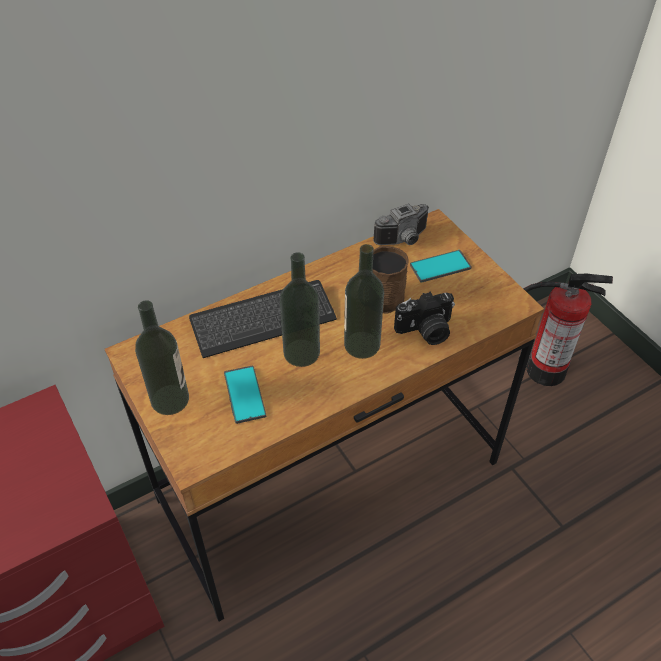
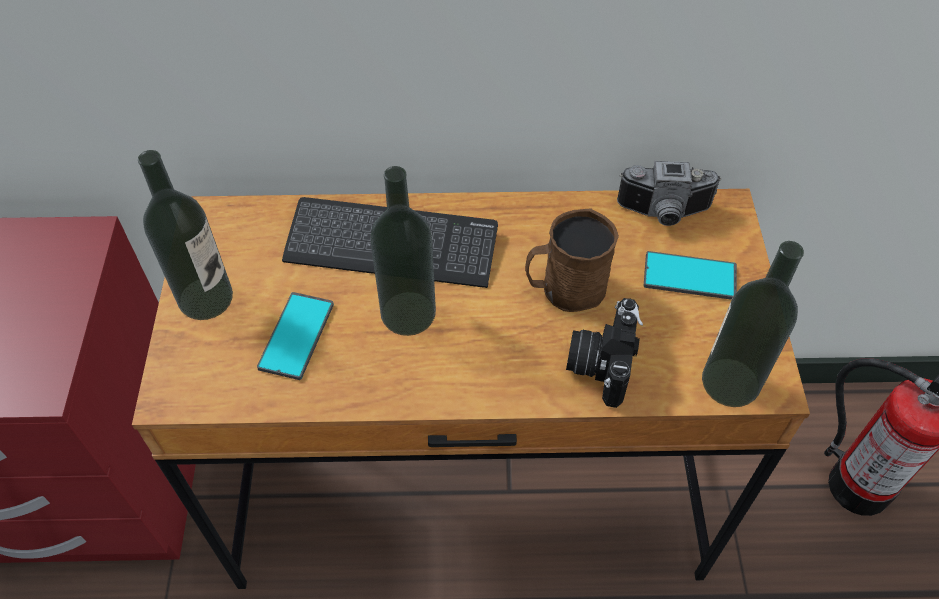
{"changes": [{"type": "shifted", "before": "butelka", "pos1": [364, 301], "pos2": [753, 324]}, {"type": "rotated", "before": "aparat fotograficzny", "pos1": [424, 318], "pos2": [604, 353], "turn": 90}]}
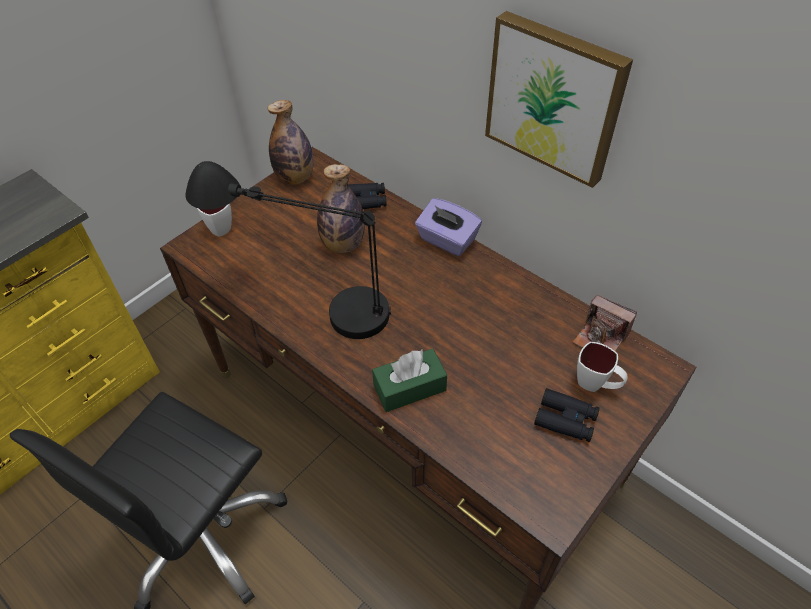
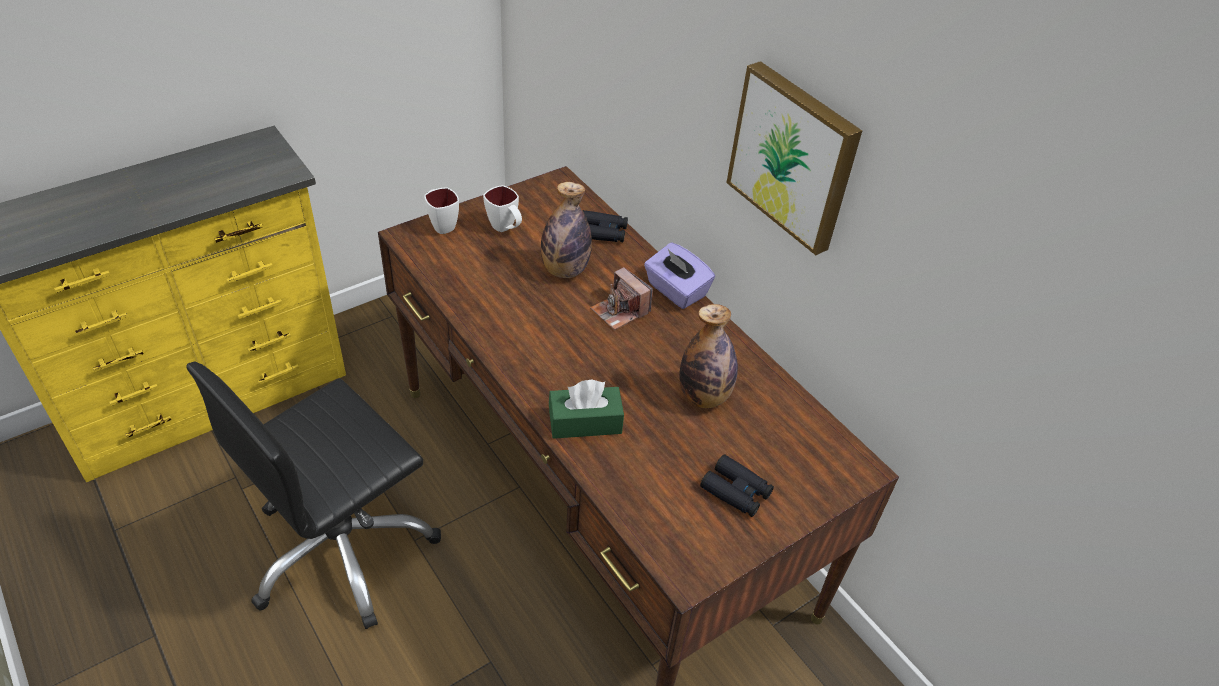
{"changes": [{"type": "shifted", "before": "butelka", "pos1": [291, 142], "pos2": [708, 356]}, {"type": "gone", "before": "lampa stołowa [czarny]", "pos1": [288, 250]}, {"type": "shifted", "before": "aparat fotograficzny", "pos1": [605, 323], "pos2": [621, 298]}, {"type": "shifted", "before": "kubek [biały]", "pos1": [602, 367], "pos2": [502, 208]}]}
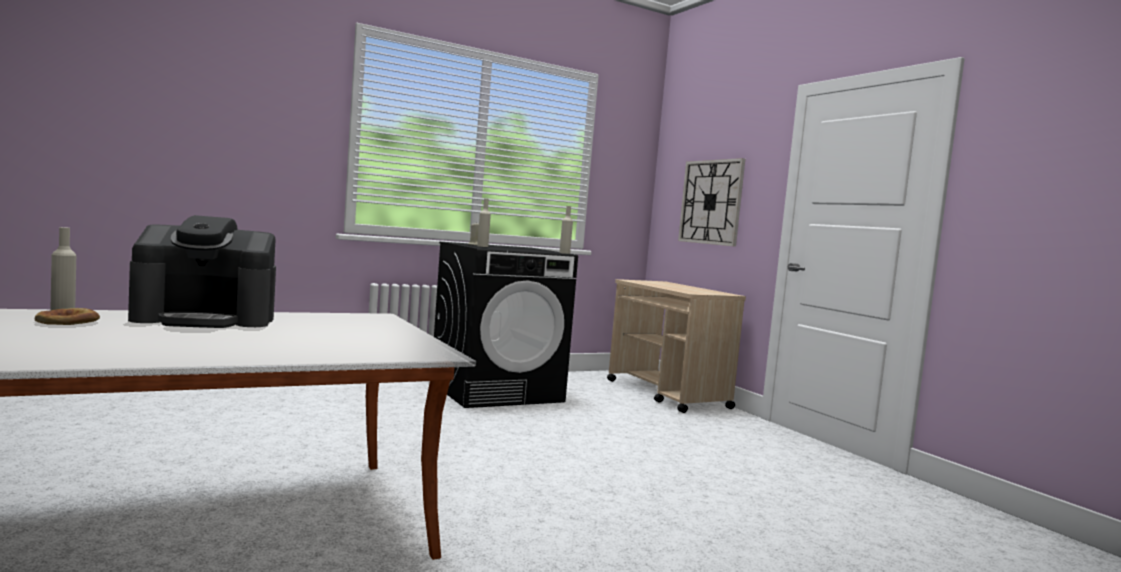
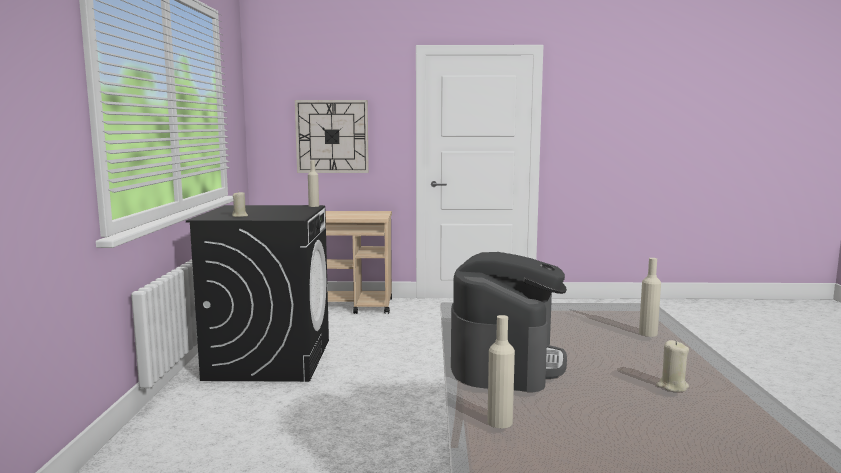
{"changes": [{"type": "shifted", "before": "butelka [beżowy]", "pos1": [484, 223], "pos2": [650, 297]}, {"type": "gone", "before": "chleb", "pos1": [67, 316]}, {"type": "new", "after": "świeca [beżowy]", "pos2": [672, 366]}]}
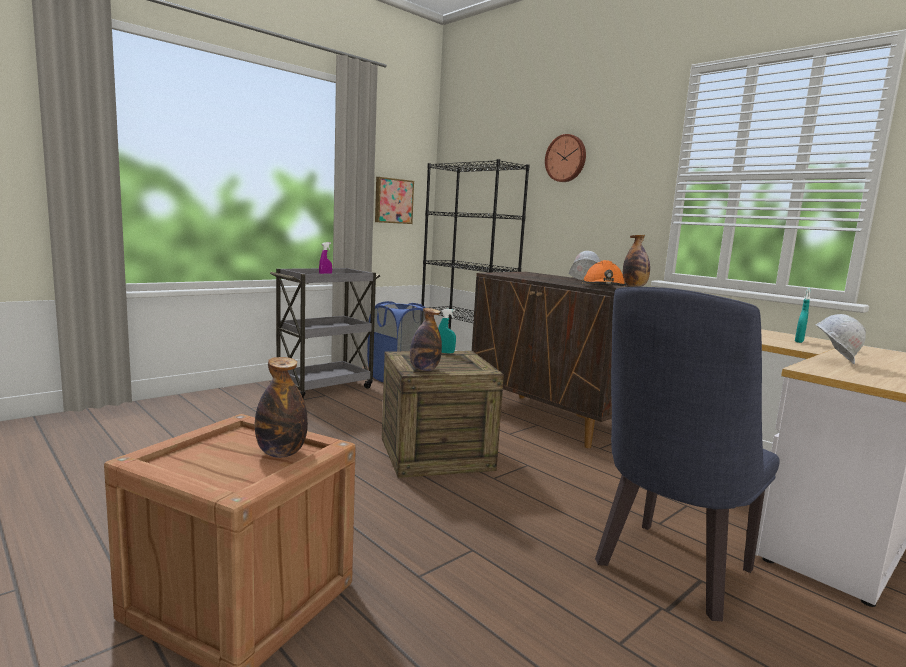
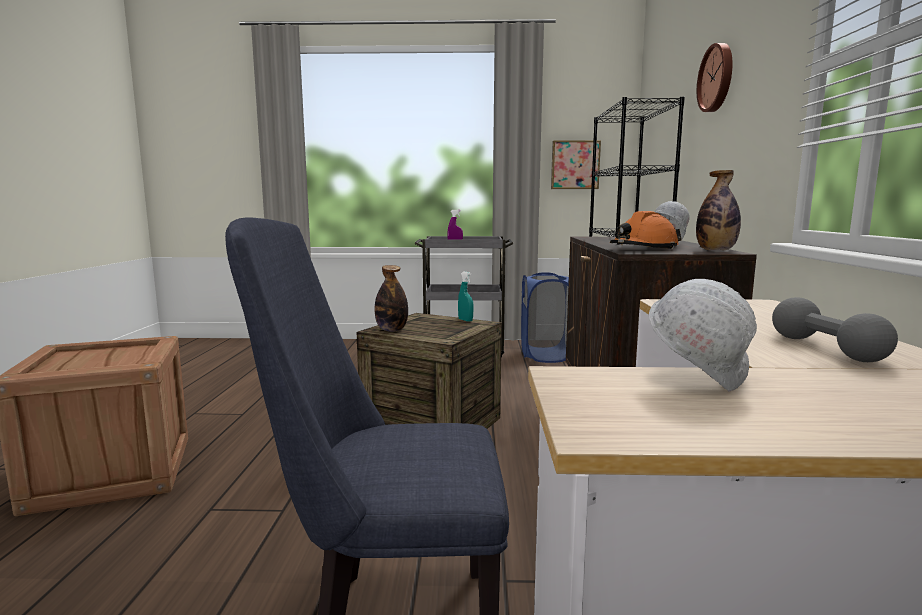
{"changes": [{"type": "swapped", "before": "spryskiwacz [turkusowy]", "after": "hantel [szary]", "pos1": [803, 315], "pos2": [835, 329]}, {"type": "gone", "before": "butelka", "pos1": [281, 407]}]}
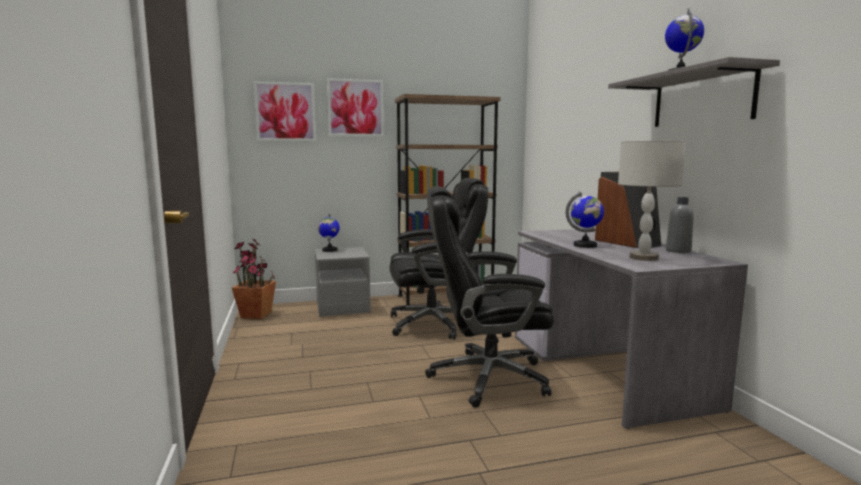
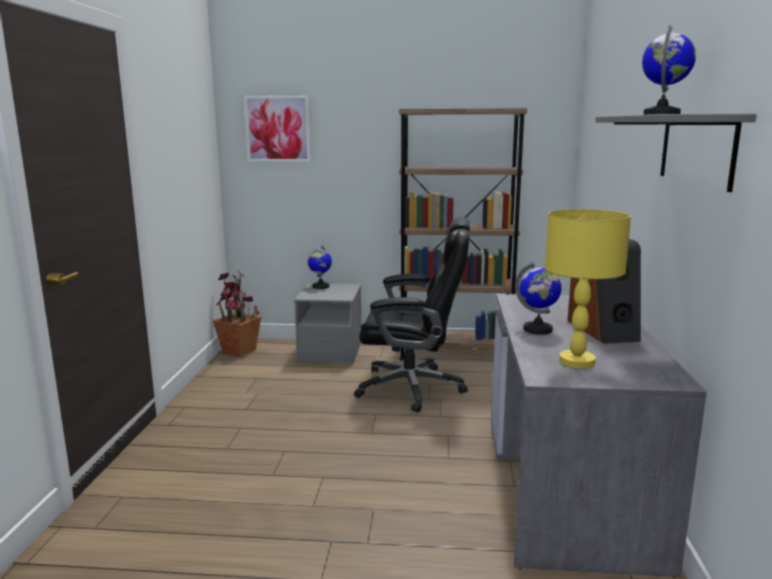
{"changes": [{"type": "gone", "before": "obraz", "pos1": [355, 107]}, {"type": "repainted", "before": "lampa stołowa [szary]", "after": "lampa stołowa [żółty]", "pos1": [652, 201], "pos2": [587, 288]}, {"type": "gone", "before": "krzesło biurowe [czarny]", "pos1": [489, 297]}, {"type": "gone", "before": "butelka [szary]", "pos1": [679, 225]}]}
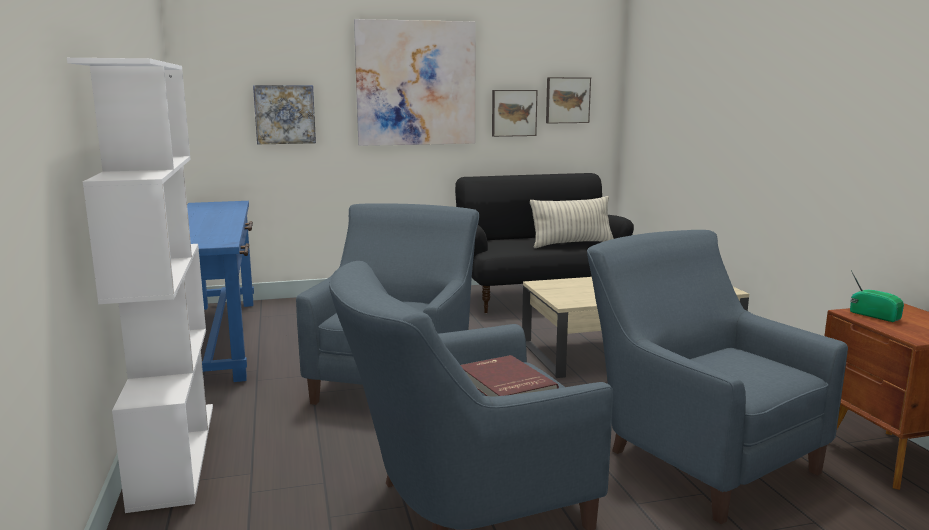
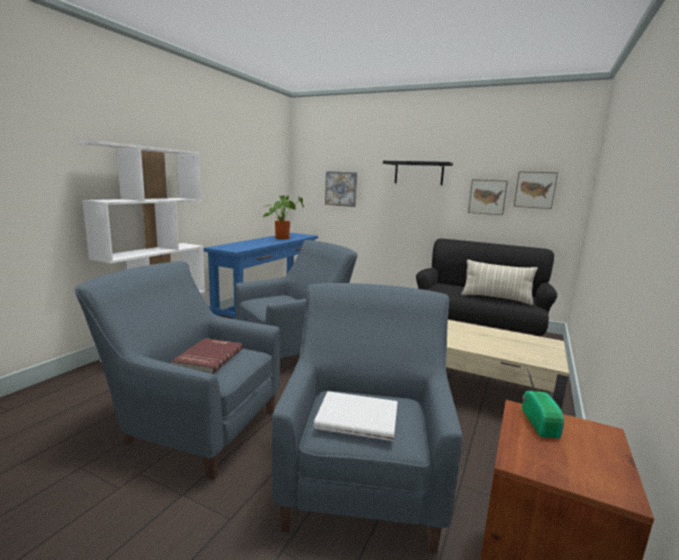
{"changes": [{"type": "swapped", "before": "obraz", "after": "półka [czarny]", "pos1": [415, 82], "pos2": [418, 173]}, {"type": "new", "after": "roślina doniczkowa", "pos2": [283, 217]}, {"type": "new", "after": "książka [biały]", "pos2": [356, 416]}]}
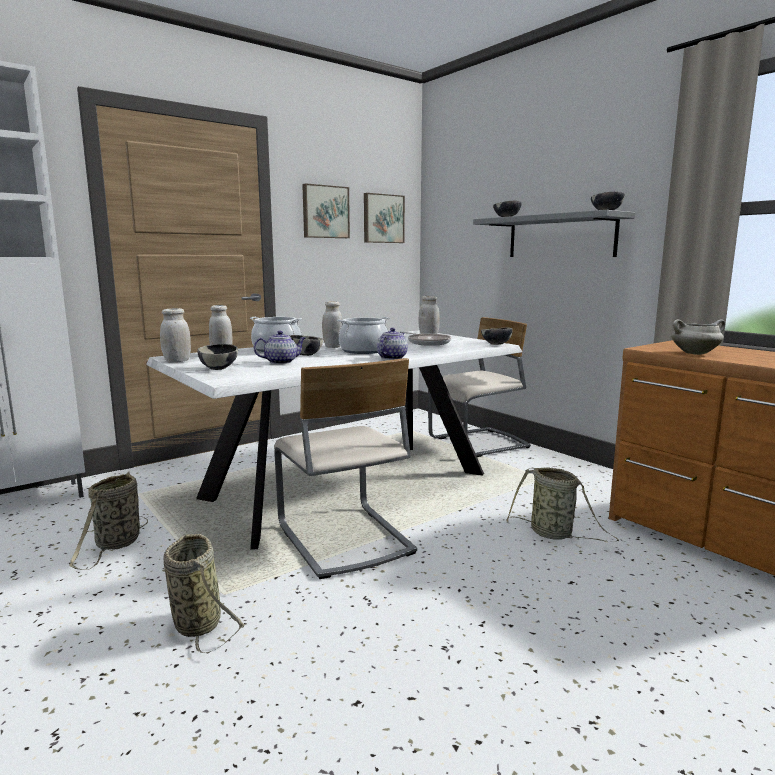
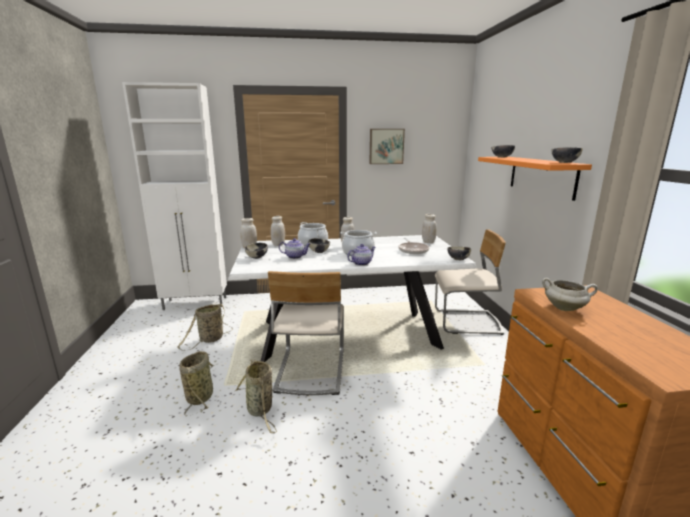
{"changes": [{"type": "gone", "before": "obraz", "pos1": [384, 218]}, {"type": "repainted", "before": "półka [szary]", "after": "półka [pomarańczowy]", "pos1": [554, 233], "pos2": [535, 179]}, {"type": "shifted", "before": "koszyk", "pos1": [562, 505], "pos2": [256, 396]}]}
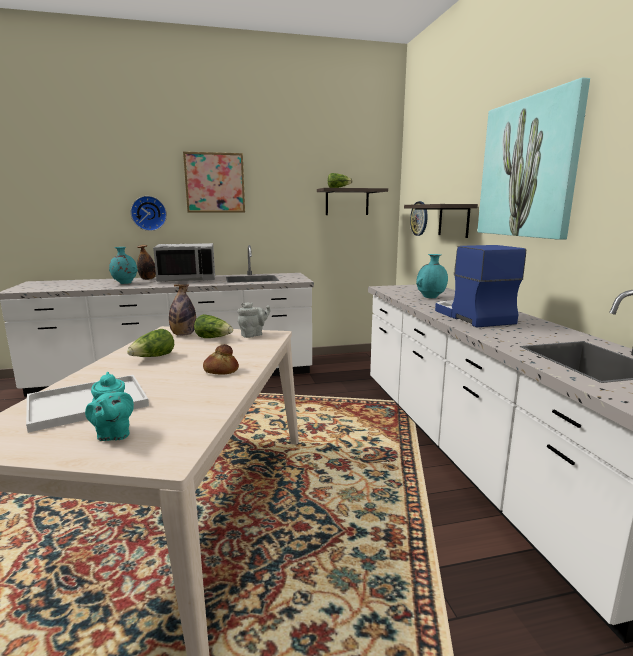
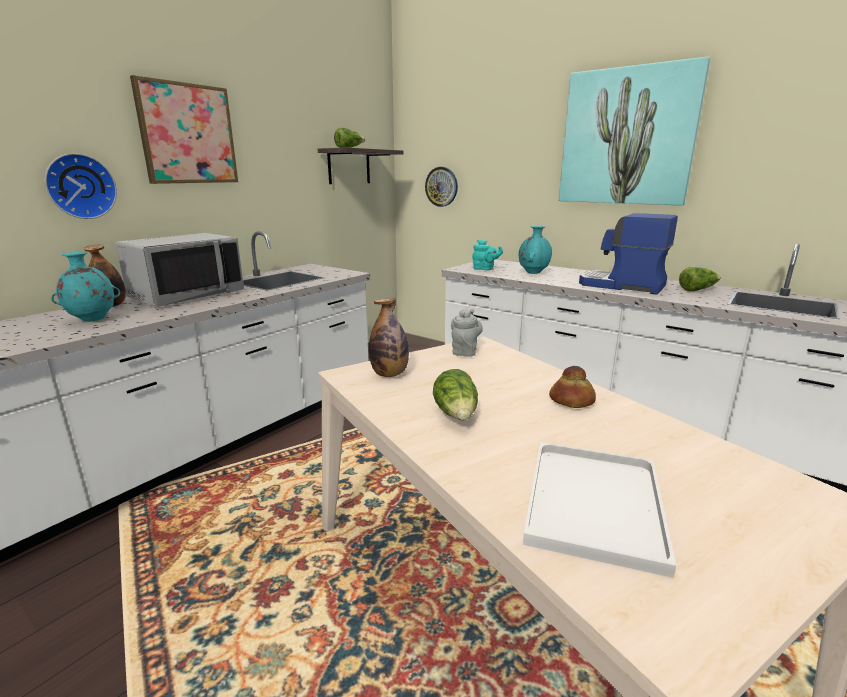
{"changes": [{"type": "gone", "before": "półka", "pos1": [441, 221]}, {"type": "shifted", "before": "sałata", "pos1": [213, 326], "pos2": [699, 279]}, {"type": "shifted", "before": "imbryk [turkusowy]", "pos1": [109, 406], "pos2": [487, 255]}]}
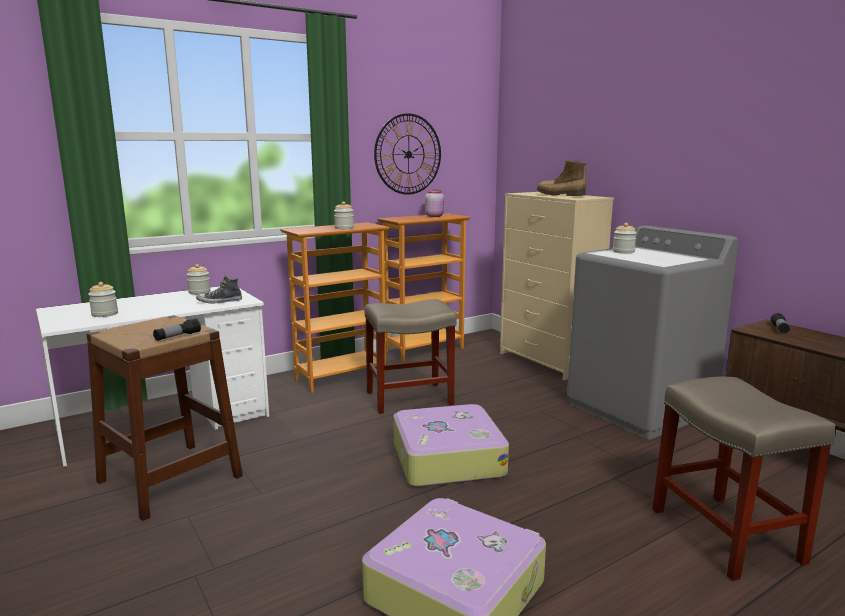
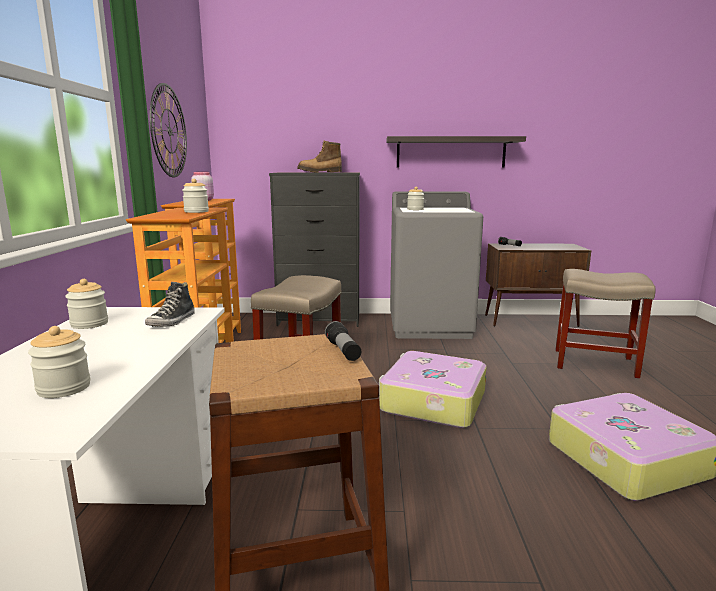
{"changes": [{"type": "repainted", "before": "komoda [beżowy]", "after": "komoda [czarny]", "pos1": [557, 286], "pos2": [314, 250]}, {"type": "new", "after": "półka", "pos2": [456, 152]}]}
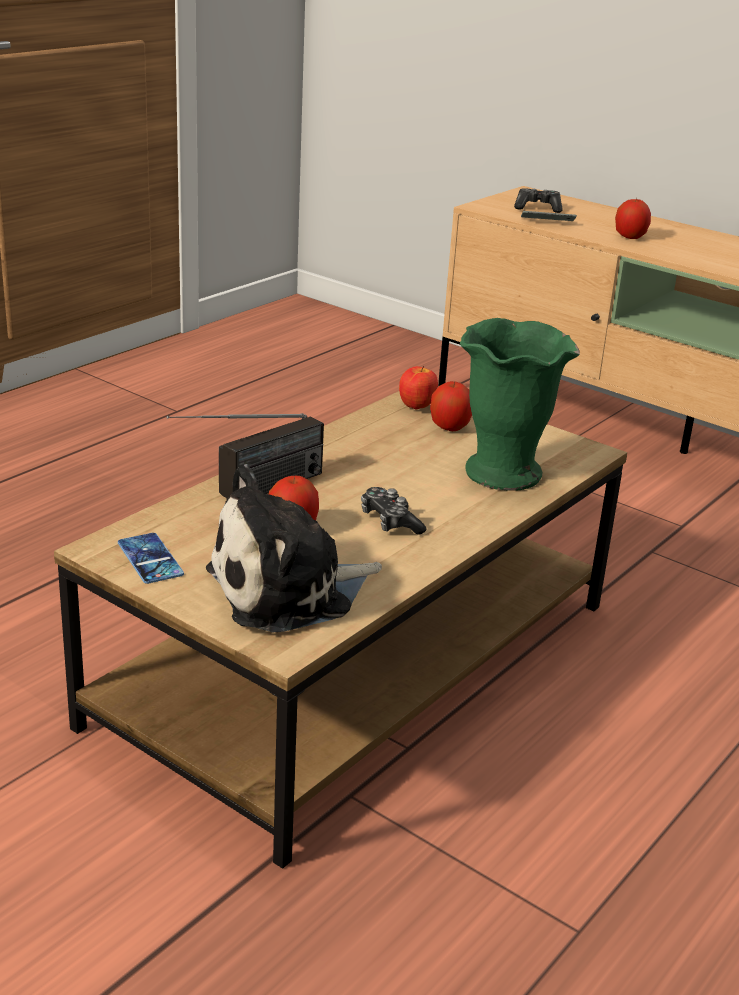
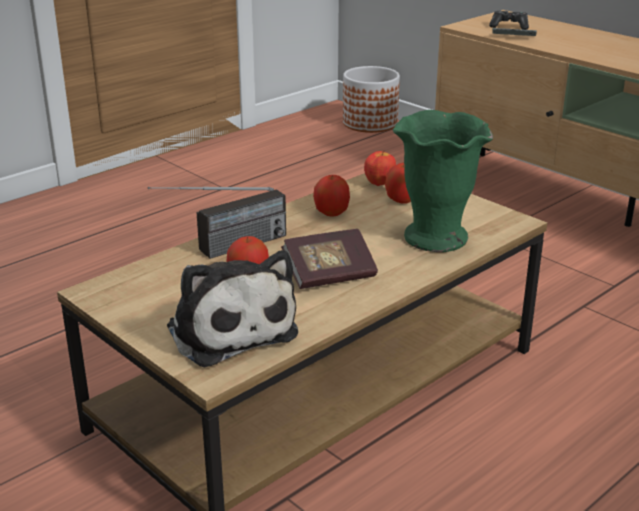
{"changes": [{"type": "shifted", "before": "jabłko", "pos1": [633, 218], "pos2": [331, 195]}, {"type": "rotated", "before": "pluszak", "pos1": [294, 548], "pos2": [232, 309], "turn": -105}, {"type": "swapped", "before": "pad do gier", "after": "książka", "pos1": [394, 511], "pos2": [329, 259]}, {"type": "gone", "before": "telefon", "pos1": [151, 558]}, {"type": "new", "after": "donica", "pos2": [371, 99]}]}
